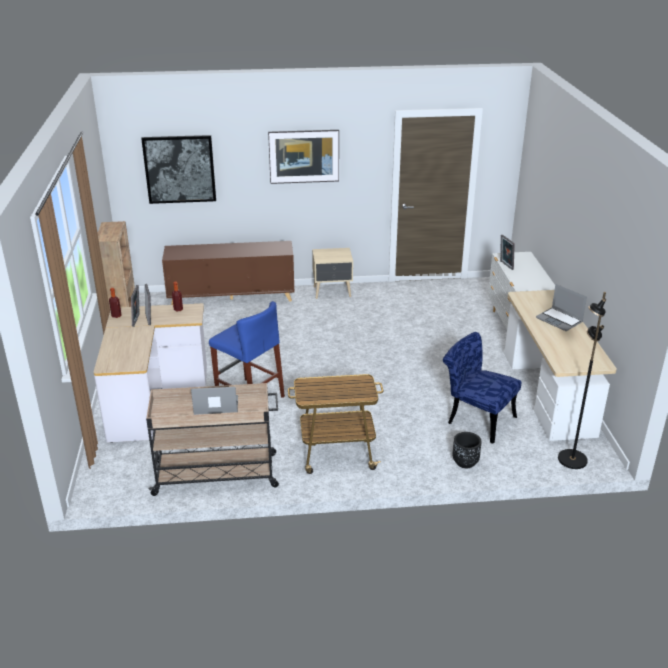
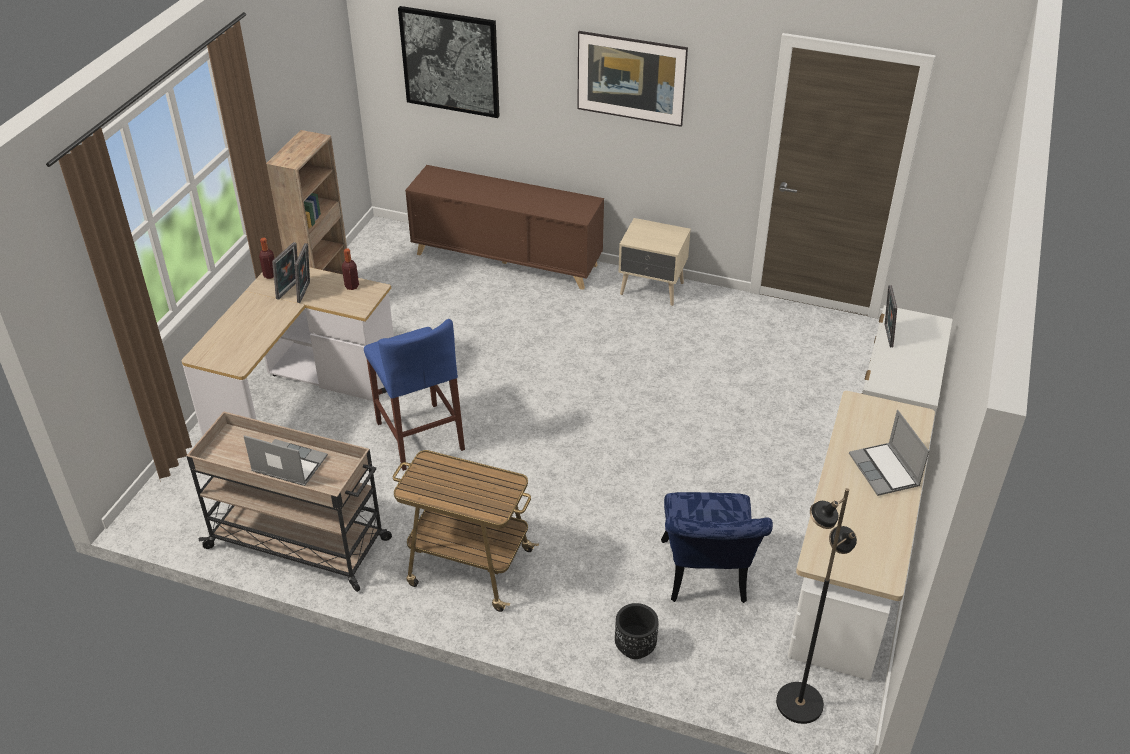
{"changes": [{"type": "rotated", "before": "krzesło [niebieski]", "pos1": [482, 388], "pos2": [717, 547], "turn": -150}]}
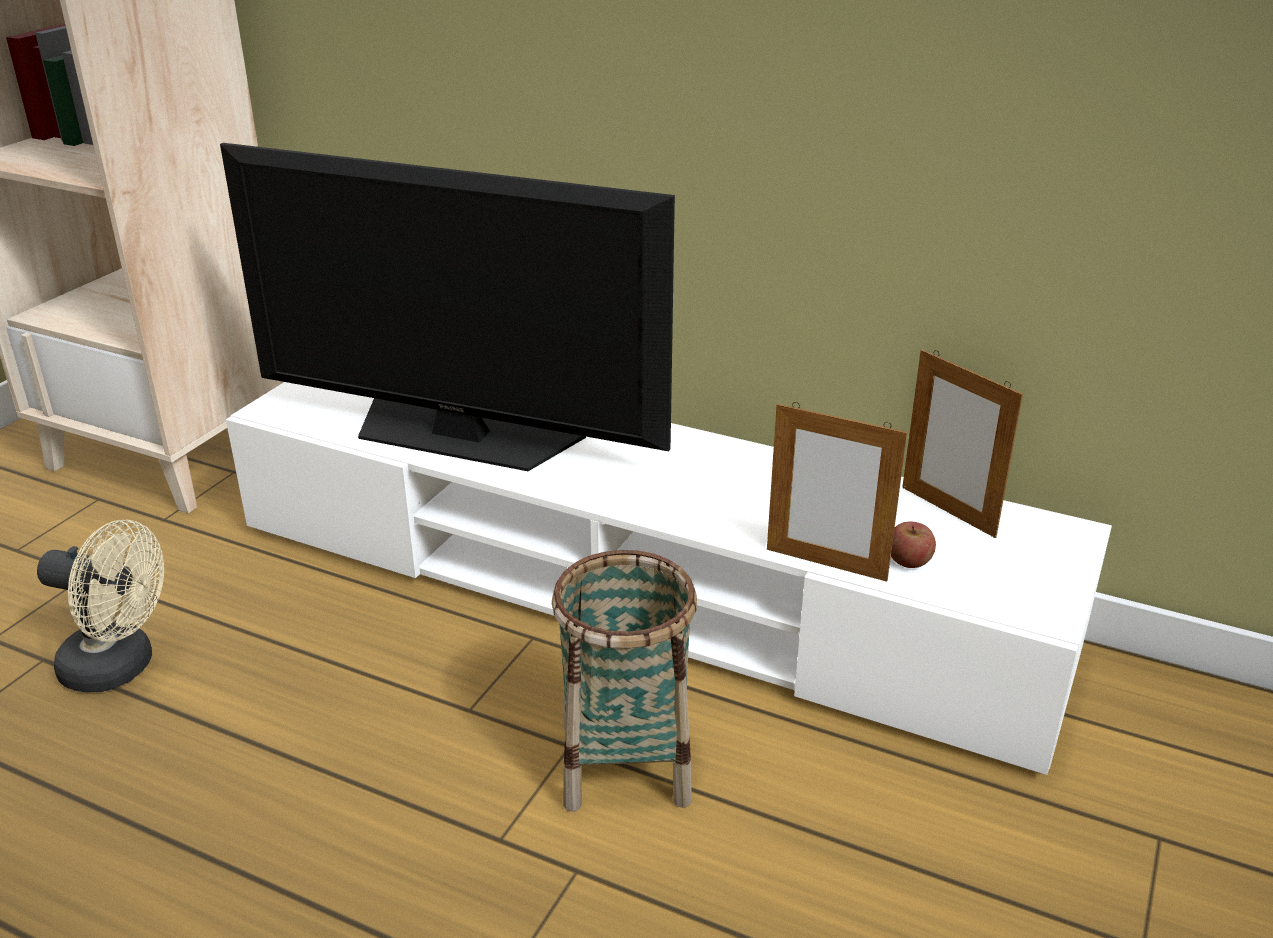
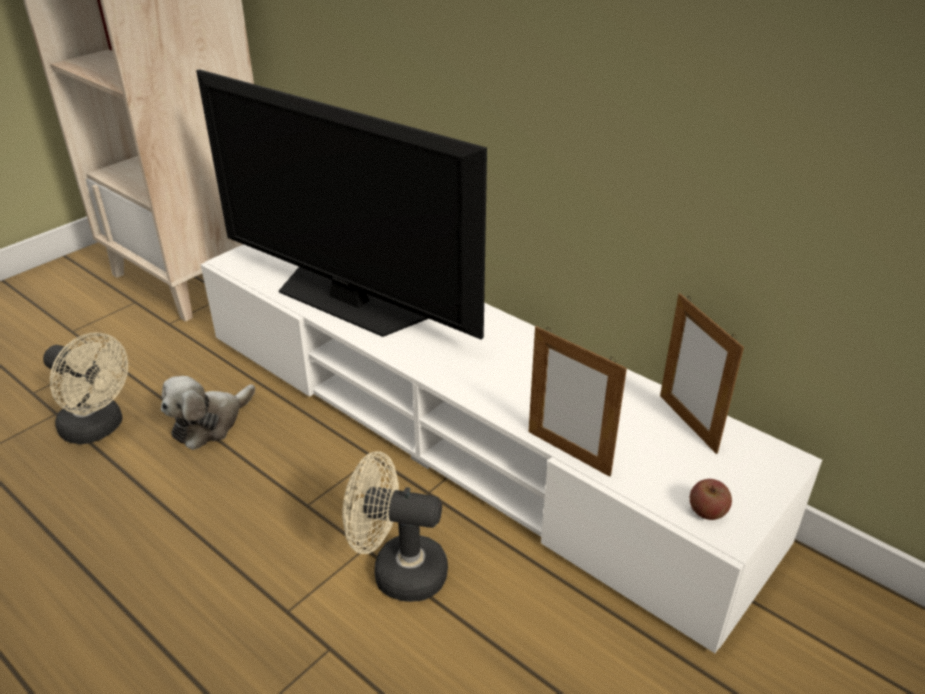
{"changes": [{"type": "shifted", "before": "jabłko", "pos1": [913, 544], "pos2": [711, 499]}, {"type": "swapped", "before": "koszyk", "after": "wentylator [beżowy]", "pos1": [624, 681], "pos2": [395, 526]}, {"type": "new", "after": "pluszak", "pos2": [208, 413]}]}
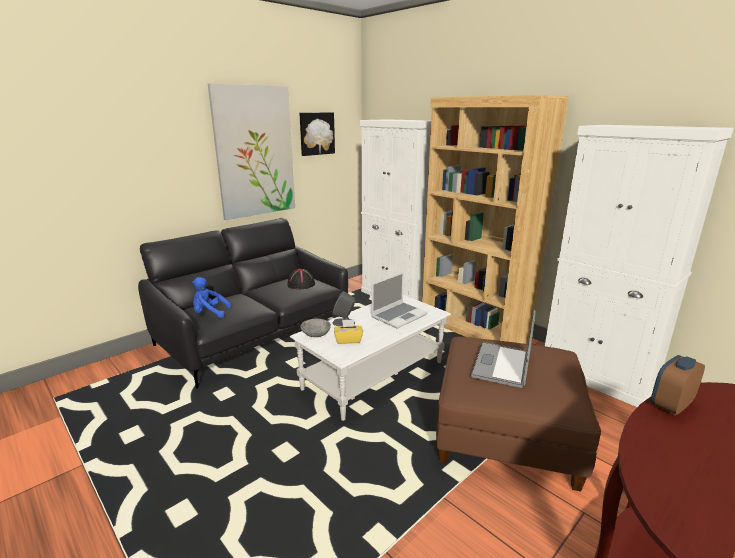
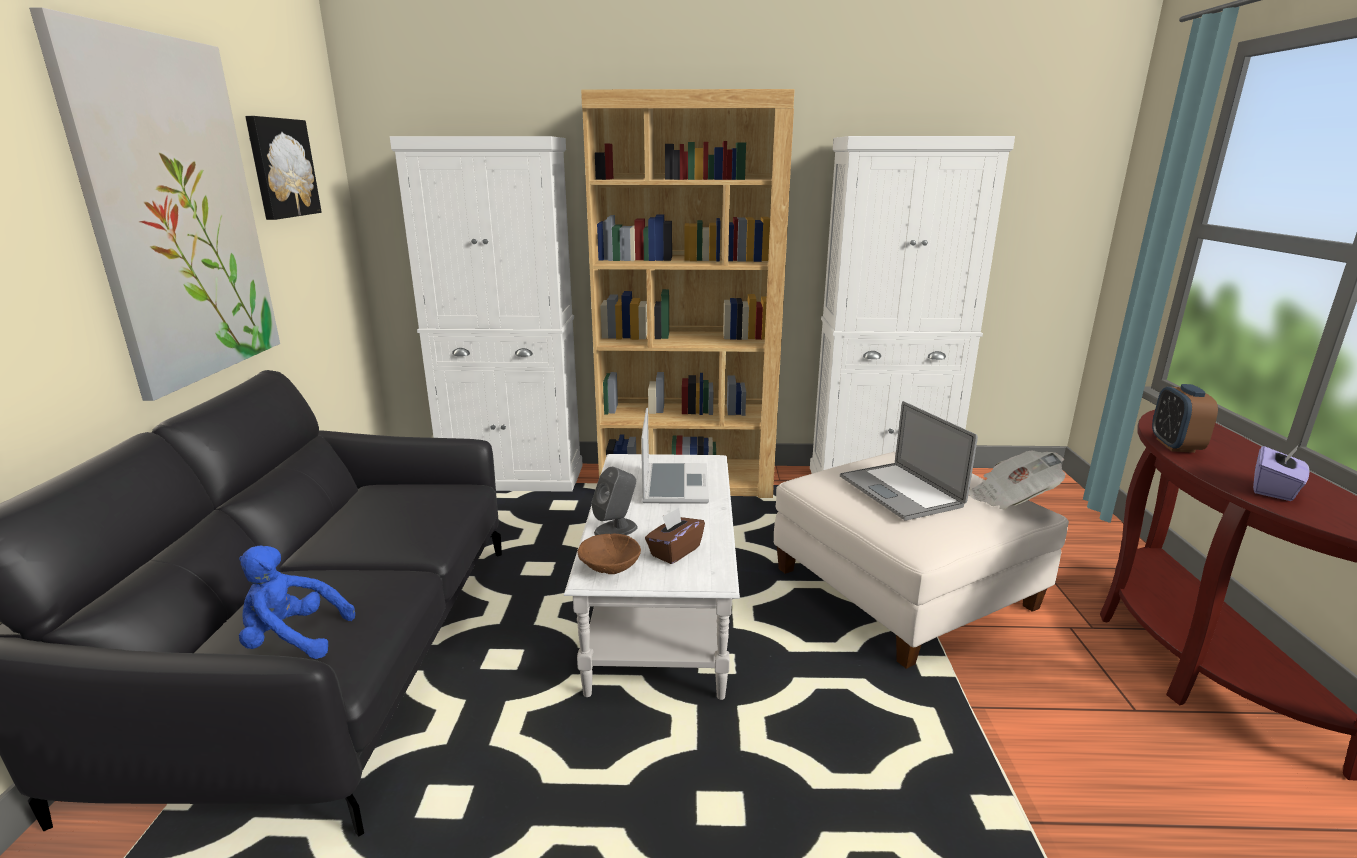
{"changes": [{"type": "gone", "before": "kapelusz [czarny]", "pos1": [301, 279]}, {"type": "rotated", "before": "pluszak [niebieski]", "pos1": [211, 297], "pos2": [297, 602], "turn": 45}, {"type": "repainted", "before": "miska [szary]", "after": "miska [brązowy]", "pos1": [315, 328], "pos2": [609, 554]}, {"type": "repainted", "before": "pudełko chusteczek [żółty]", "after": "pudełko chusteczek [brązowy]", "pos1": [348, 331], "pos2": [675, 536]}, {"type": "repainted", "before": "pufa [brązowy]", "after": "pufa [biały]", "pos1": [518, 414], "pos2": [921, 560]}, {"type": "new", "after": "pudełko chusteczek [fioletowy]", "pos2": [1281, 472]}, {"type": "new", "after": "gazeta", "pos2": [1016, 479]}]}
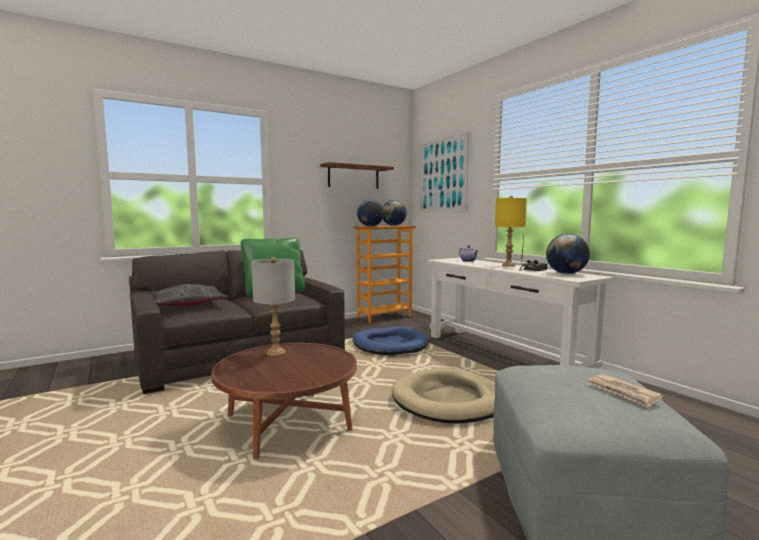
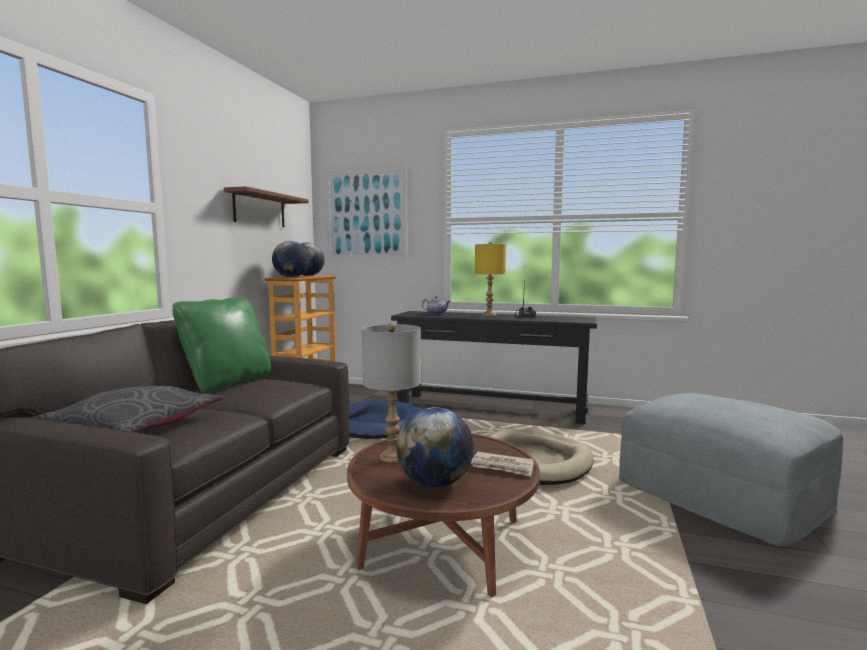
{"changes": [{"type": "shifted", "before": "globus", "pos1": [568, 254], "pos2": [435, 447]}, {"type": "repainted", "before": "stolik konsolowy [biały]", "after": "stolik konsolowy [czarny]", "pos1": [520, 313], "pos2": [494, 367]}, {"type": "shifted", "before": "gazeta", "pos1": [625, 391], "pos2": [502, 464]}]}
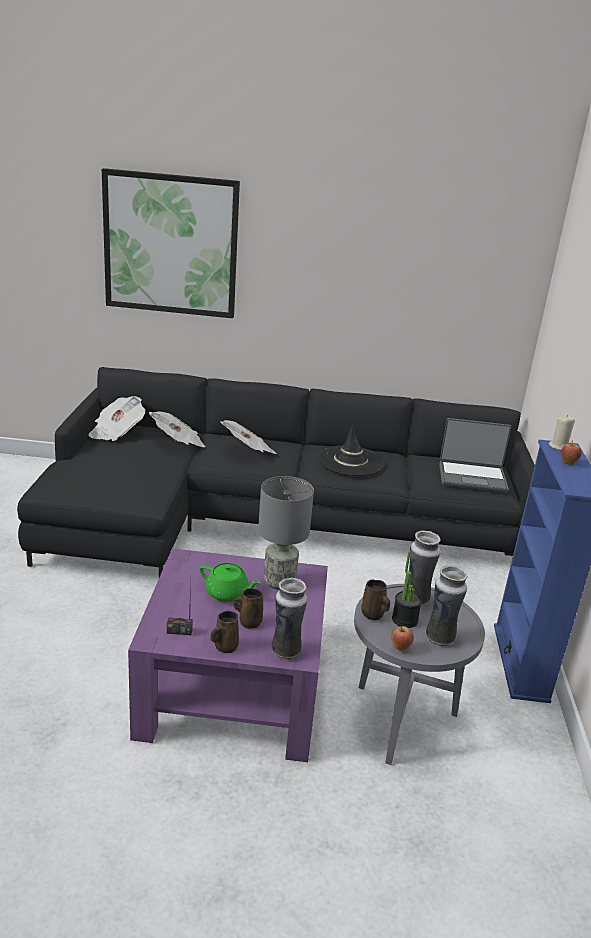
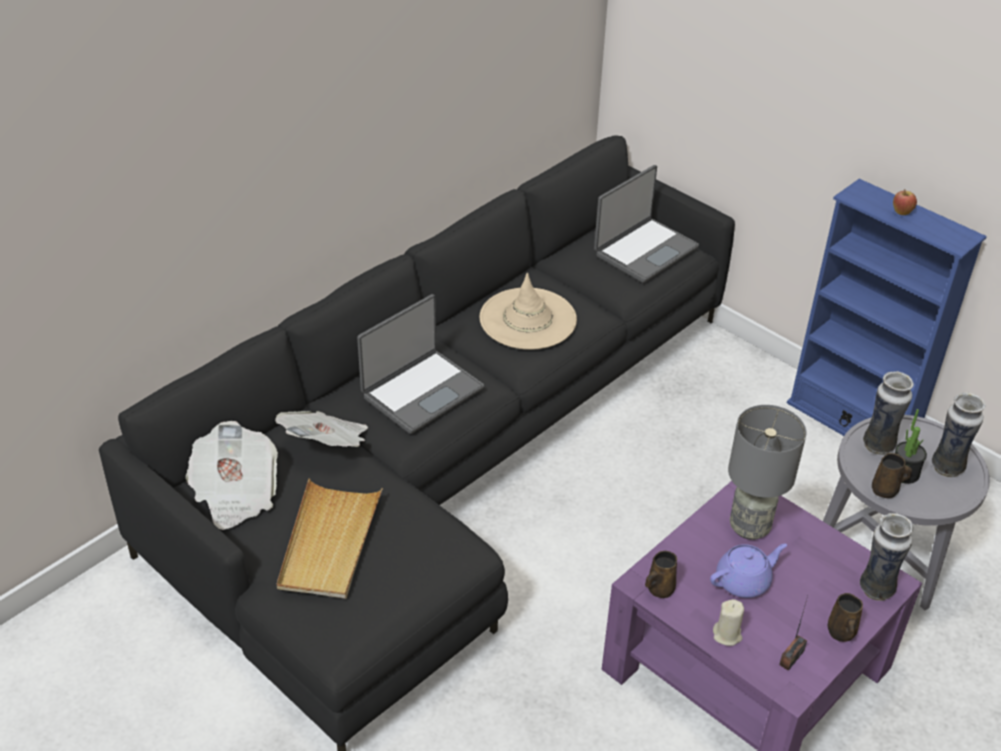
{"changes": [{"type": "gone", "before": "obraz", "pos1": [171, 243]}, {"type": "shifted", "before": "świeca [beżowy]", "pos1": [562, 432], "pos2": [728, 622]}, {"type": "swapped", "before": "gazeta", "after": "laptop", "pos1": [248, 437], "pos2": [420, 364]}, {"type": "repainted", "before": "kapelusz [czarny]", "after": "kapelusz [beżowy]", "pos1": [351, 450], "pos2": [528, 311]}, {"type": "repainted", "before": "imbryk [zielony]", "after": "imbryk [fioletowy]", "pos1": [230, 582], "pos2": [748, 571]}, {"type": "shifted", "before": "kubek [brązowy]", "pos1": [248, 608], "pos2": [661, 574]}, {"type": "gone", "before": "jabłko", "pos1": [402, 638]}, {"type": "new", "after": "taca [beżowy]", "pos2": [330, 539]}]}
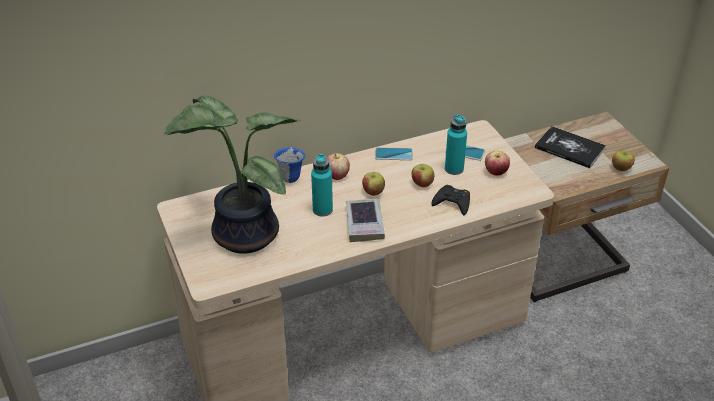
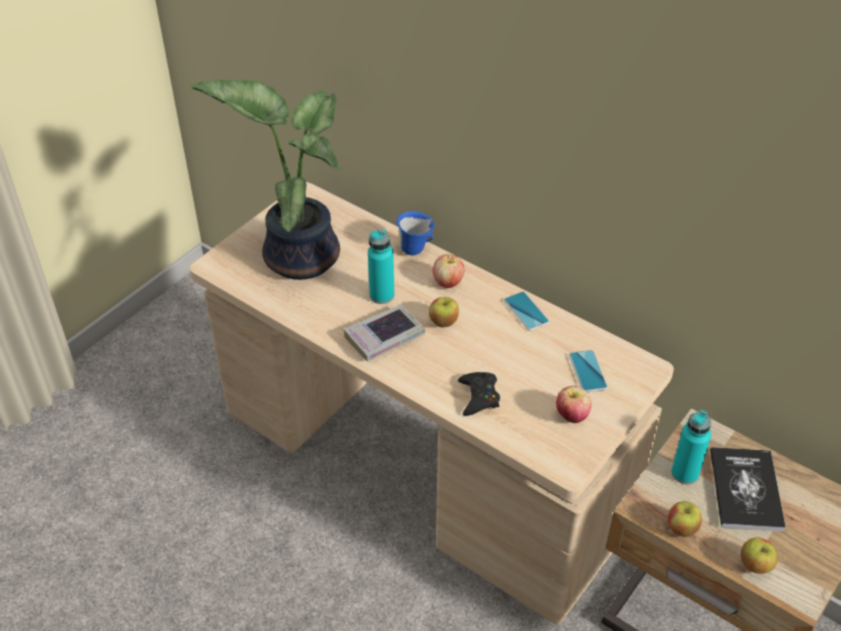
{"changes": [{"type": "shifted", "before": "butelka [turkusowy]", "pos1": [456, 144], "pos2": [691, 447]}, {"type": "shifted", "before": "jabłko", "pos1": [422, 175], "pos2": [685, 519]}]}
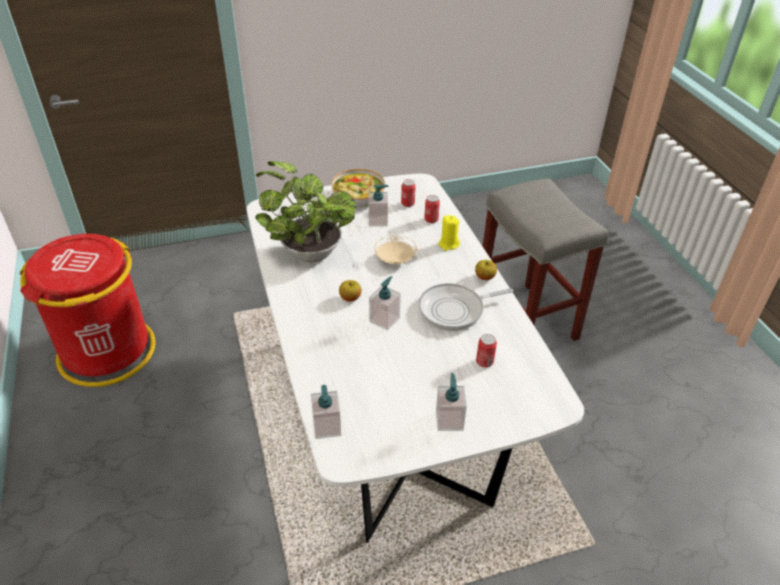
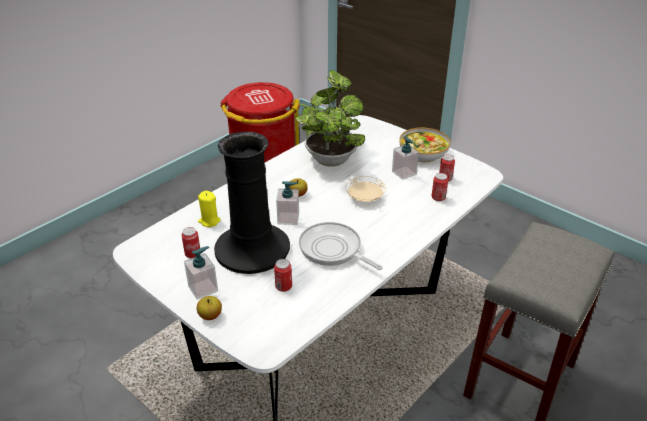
{"changes": [{"type": "shifted", "before": "świeca [żółty]", "pos1": [449, 233], "pos2": [209, 209]}, {"type": "shifted", "before": "jabłko", "pos1": [486, 270], "pos2": [209, 308]}, {"type": "gone", "before": "dozownik mydła", "pos1": [326, 412]}, {"type": "new", "after": "wazon [czarny]", "pos2": [252, 203]}, {"type": "new", "after": "puszka", "pos2": [190, 242]}]}
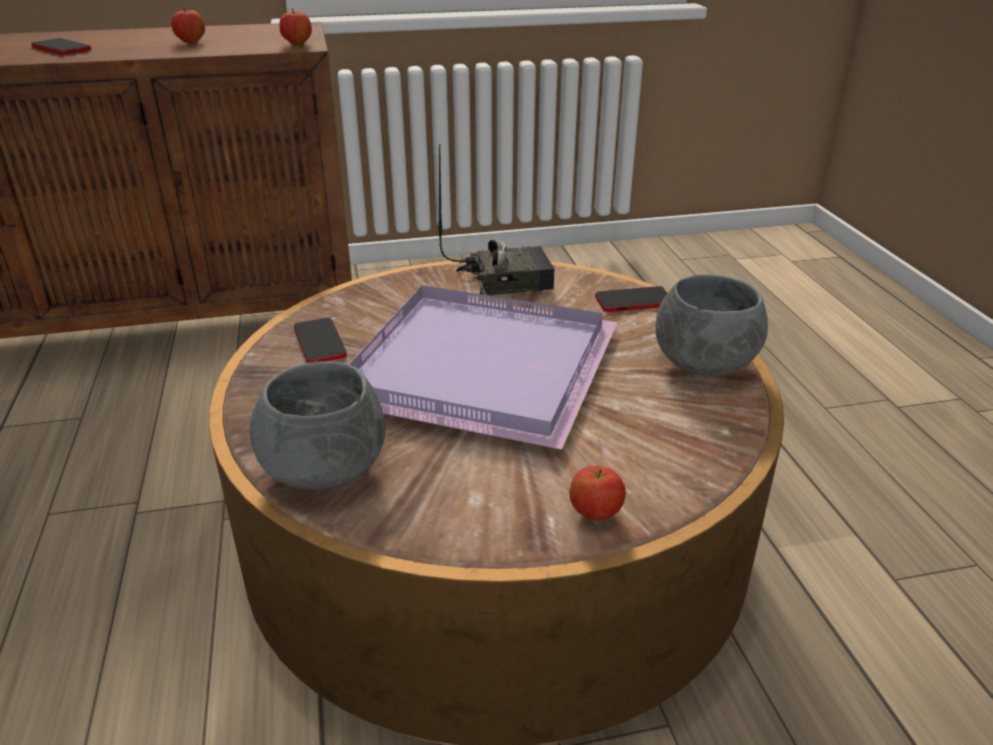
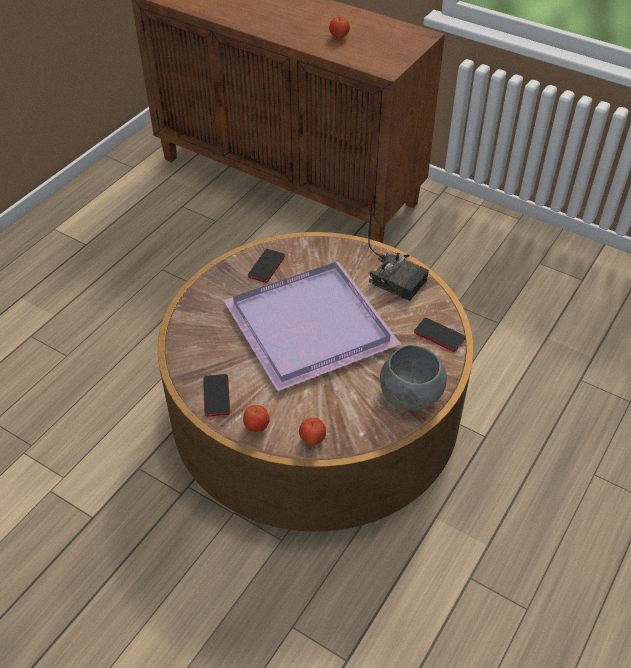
{"changes": [{"type": "shifted", "before": "jabłko", "pos1": [295, 27], "pos2": [312, 431]}, {"type": "shifted", "before": "telefon", "pos1": [61, 46], "pos2": [216, 395]}, {"type": "gone", "before": "miska [szary]", "pos1": [317, 425]}]}
